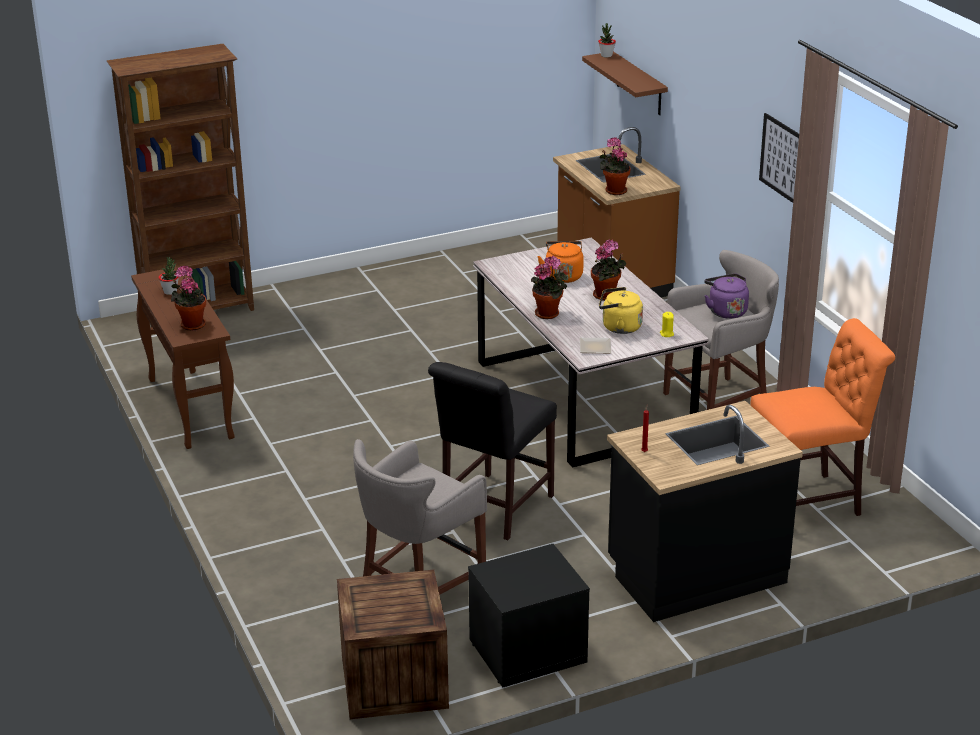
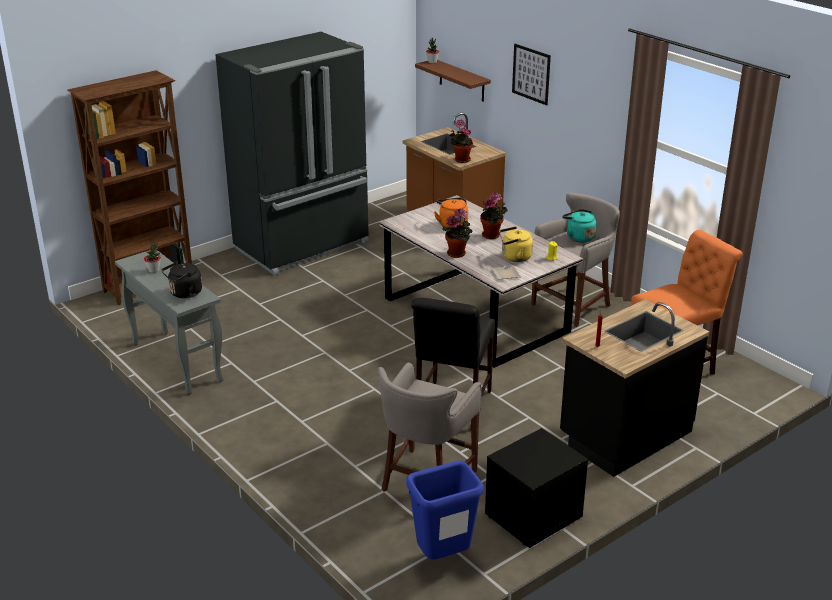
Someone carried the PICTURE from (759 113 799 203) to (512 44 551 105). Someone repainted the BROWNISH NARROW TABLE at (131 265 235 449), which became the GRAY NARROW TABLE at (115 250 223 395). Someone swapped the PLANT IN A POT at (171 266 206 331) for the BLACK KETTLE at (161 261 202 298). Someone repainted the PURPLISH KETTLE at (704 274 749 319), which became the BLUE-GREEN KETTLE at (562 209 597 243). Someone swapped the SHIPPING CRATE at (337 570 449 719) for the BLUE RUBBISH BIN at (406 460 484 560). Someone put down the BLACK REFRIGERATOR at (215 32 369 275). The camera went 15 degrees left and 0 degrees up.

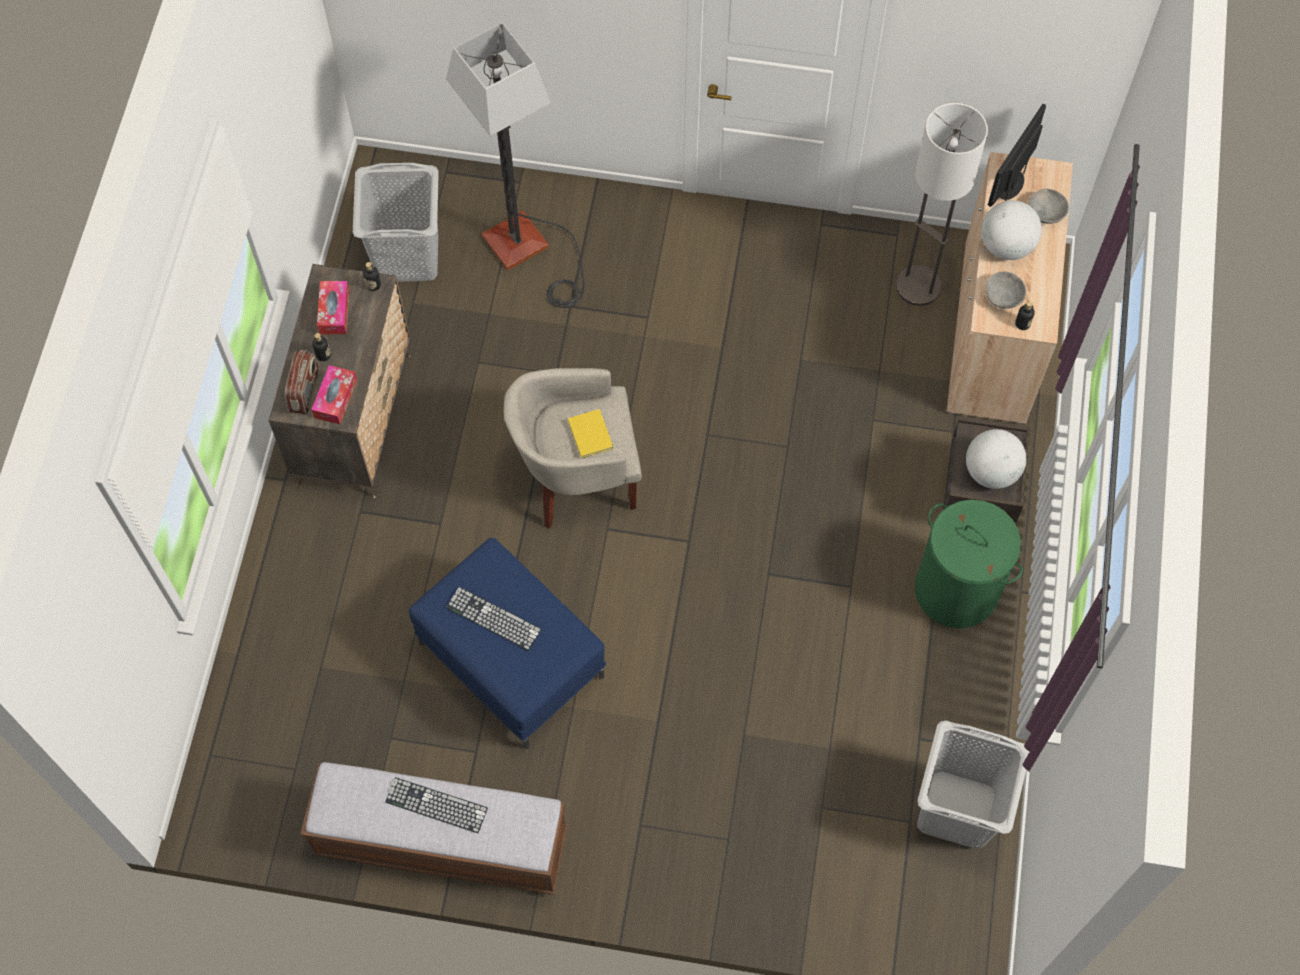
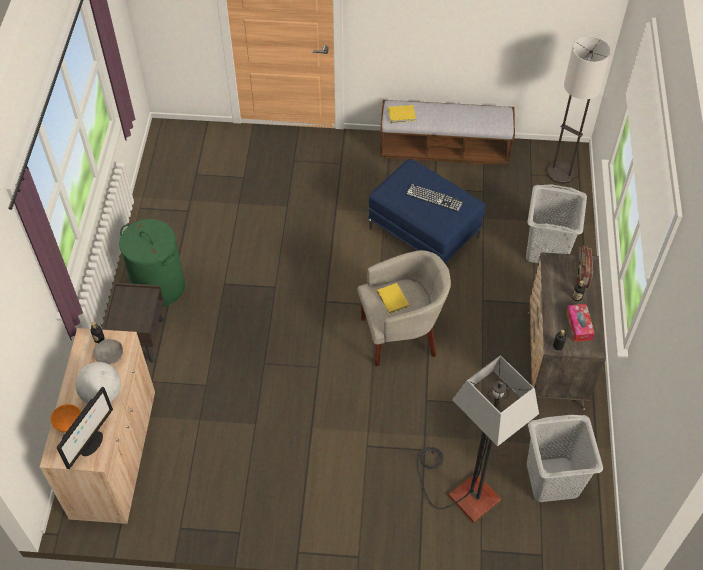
Someone carried the STANDARD LAMP from (896 103 988 306) to (547 36 611 184). Someone repainted the GRAY SERVING BOWL at (1028 189 1069 224), which became the ORANGE SERVING BOWL at (51 404 81 432). Someone took away the BOX OF TISSUES at (311 365 357 424). Someone took away the GLOBE at (966 429 1026 489). Someone carried the GRAY HAMPER from (917 721 1029 849) to (526 184 587 263). Someone took away the COMPUTER KEYBOARD at (385 777 488 833). Someone put down the YELLOW-COLOURED VOLUME at (388 105 416 123). The camera went 175 degrees right and 10 degrees down.

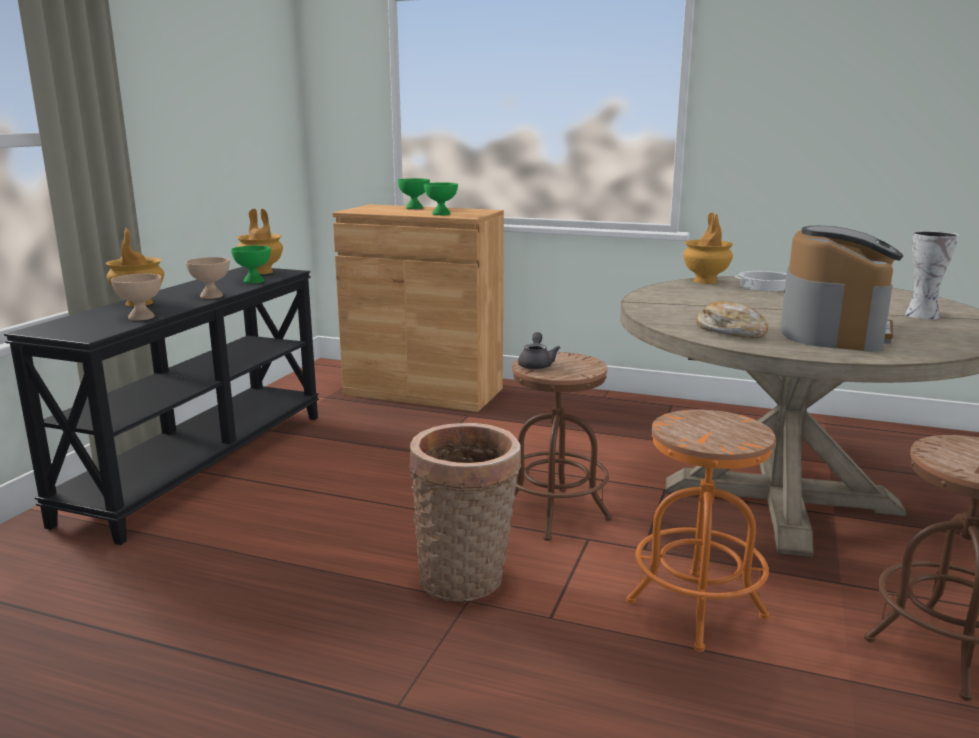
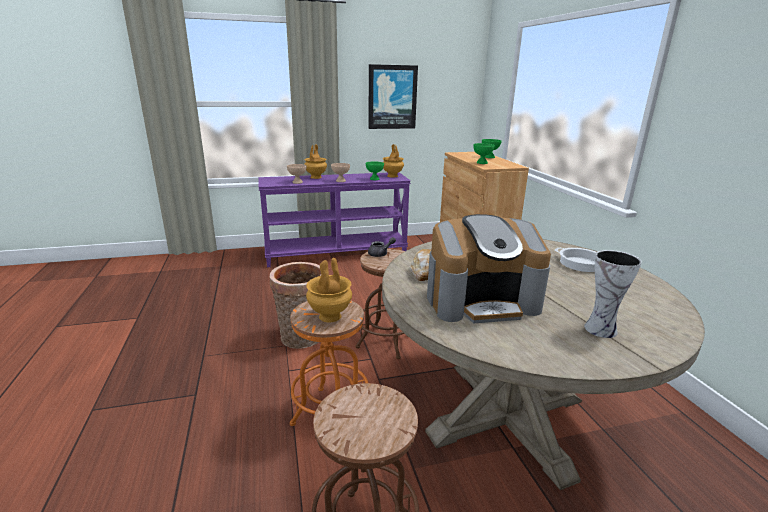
Someone carried the BROWNISH VASE from (683 212 733 284) to (306 258 352 322). Someone repainted the BLACK NARROW TABLE at (4 267 319 545), which became the PURPLISH NARROW TABLE at (258 172 411 267). Someone put up the PICTURE at (368 64 418 129). The camera went 55 degrees right and 5 degrees up.

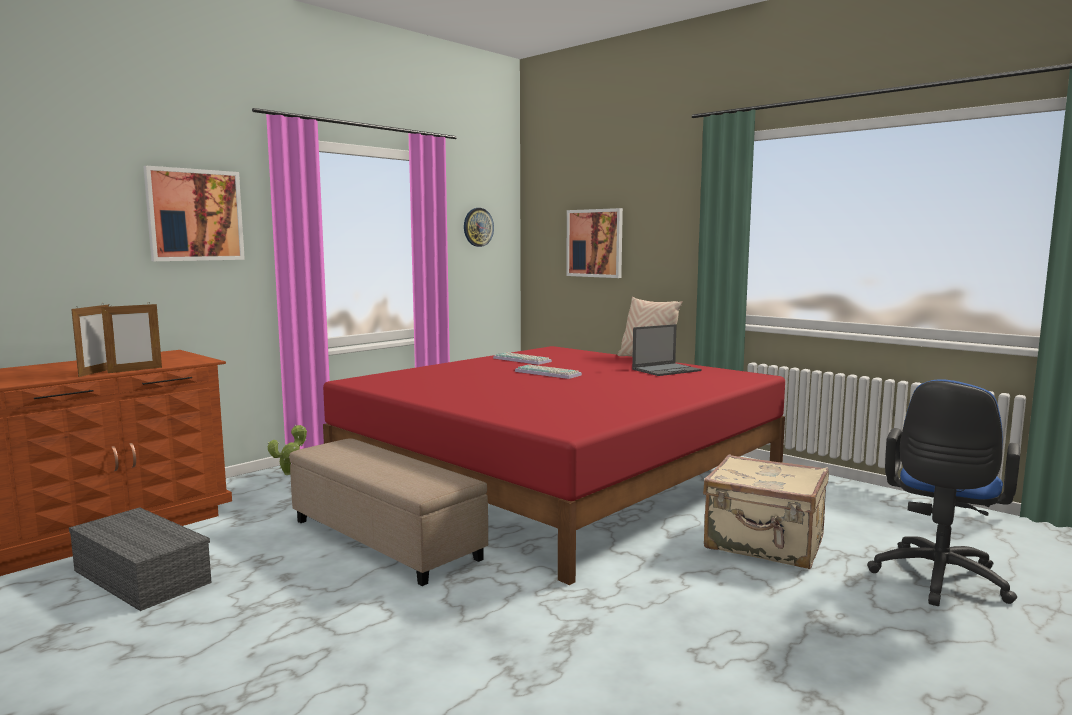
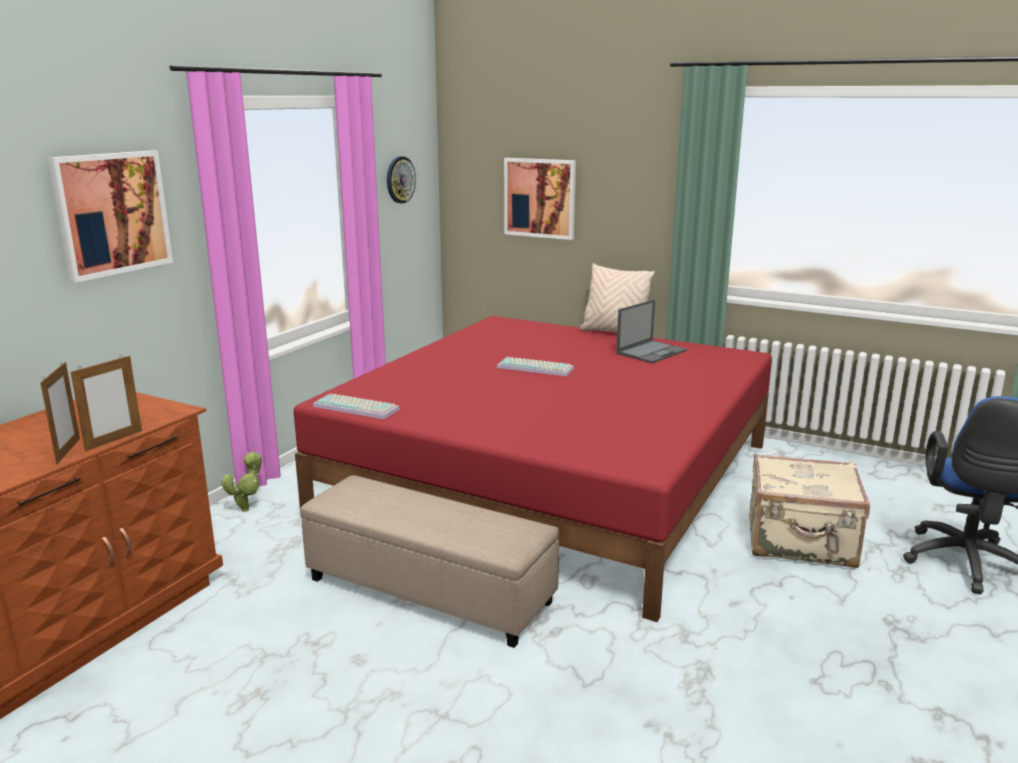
Someone carried the COMPUTER KEYBOARD from (493 352 552 365) to (313 393 400 419). Someone took away the GRAY STORAGE CONTAINER at (69 507 212 611). The camera went 15 degrees left and 10 degrees up.

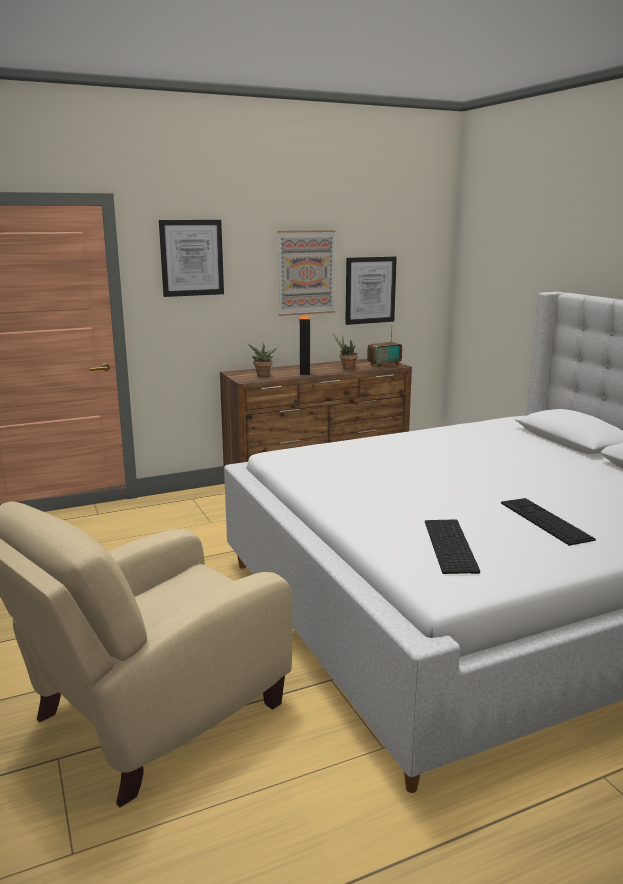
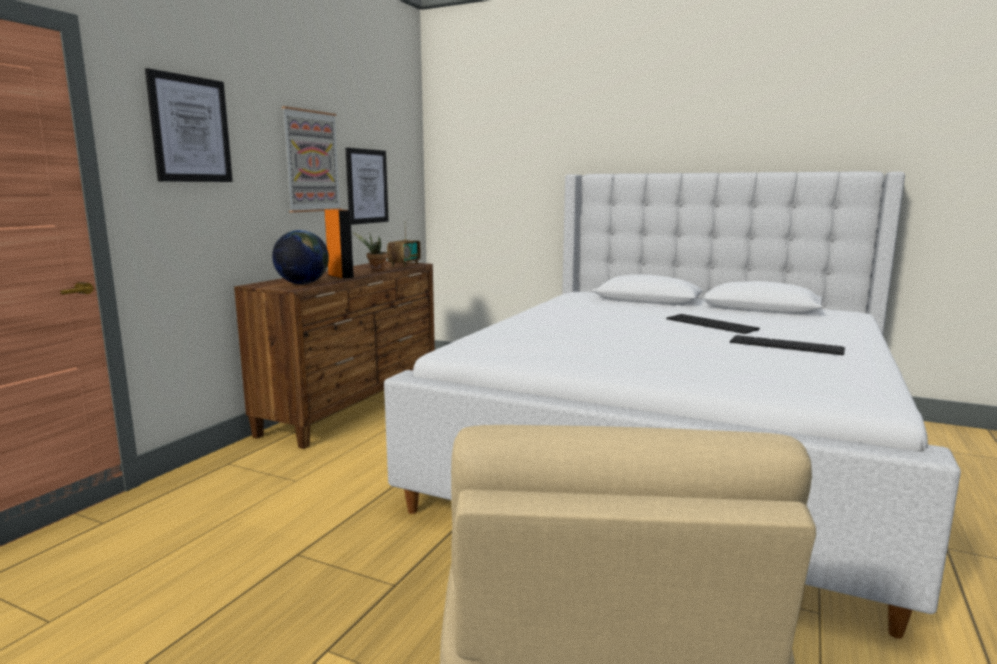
Someone swapped the PLANT IN A POT at (249 343 277 377) for the GLOBE at (272 230 329 284). Someone carried the COMPUTER KEYBOARD from (425 519 480 574) to (666 314 760 334). The camera went 40 degrees left and 5 degrees down.

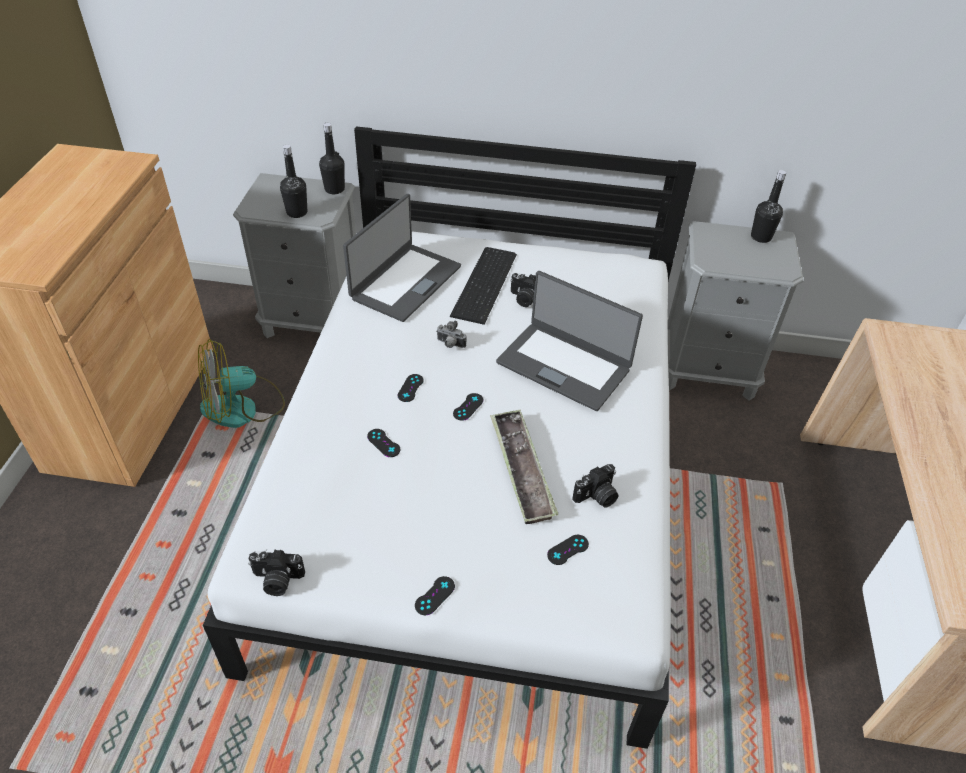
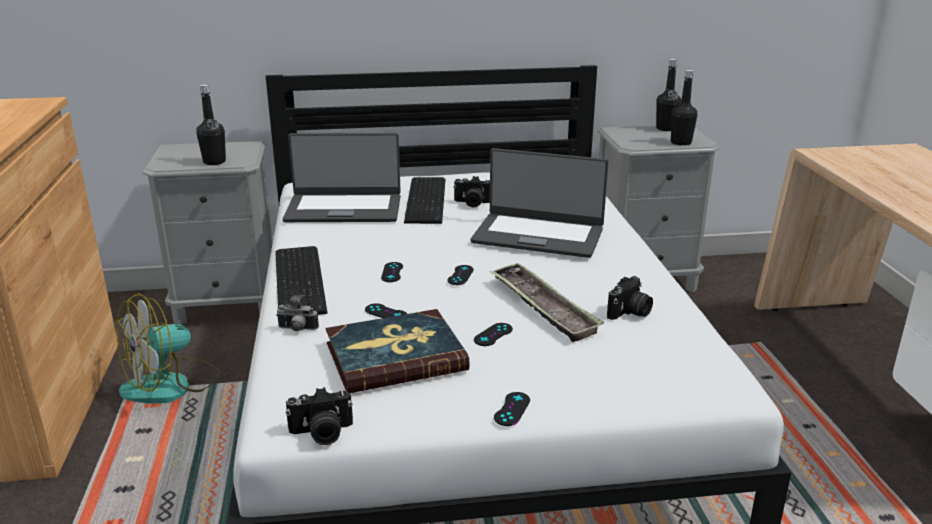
Someone carried the BLACK DRINK BOTTLE from (319 123 345 194) to (671 70 697 146). Someone rotated the LAPTOP at (343 194 461 322) by 75 degrees clockwise. Someone carried the STILL CAMERA from (436 320 466 348) to (276 295 319 331). Someone carried the BLACK GAME CONTROLLER from (547 534 589 565) to (474 323 513 346). Someone put down the COMPUTER KEYBOARD at (275 246 327 315). Someone put down the VOLUME at (326 309 470 393). The camera went 15 degrees left and 20 degrees down.

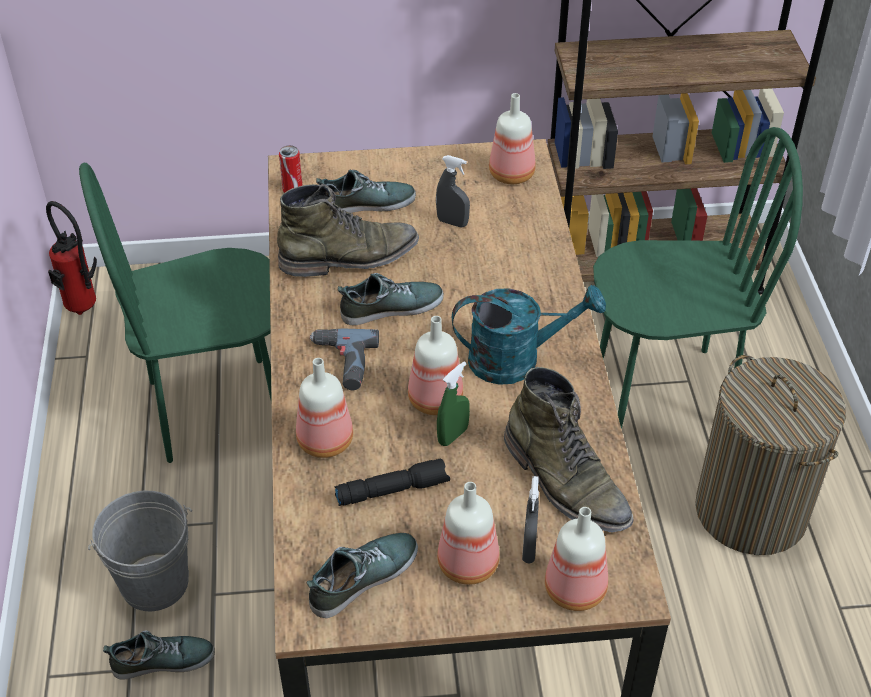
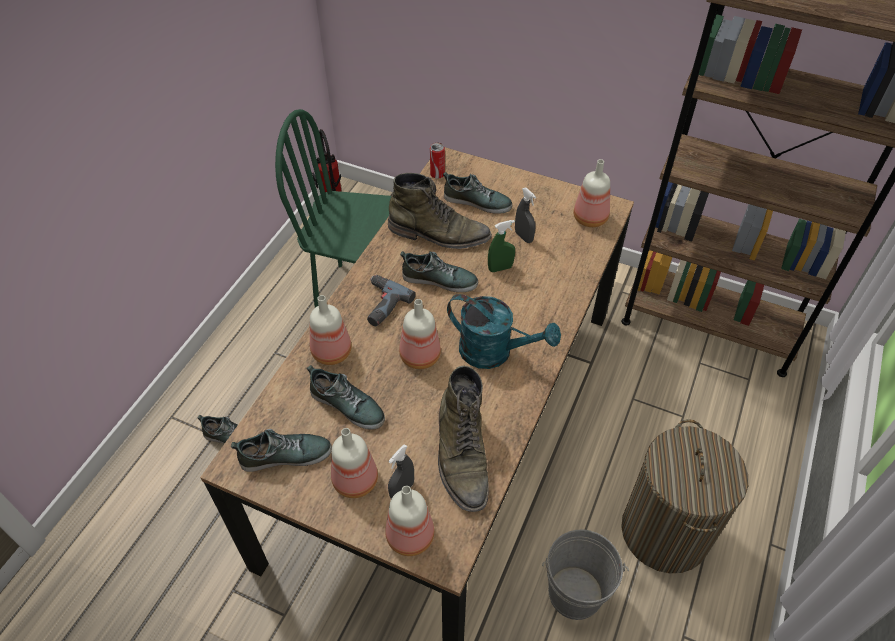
Someone took away the GREENISH UPRIGHT CHAIR at (593 127 803 429). Someone carried the GREENISH SPRAYER from (437 361 470 446) to (488 220 515 272). Someone swapped the BLACK HAND TORCH at (334 459 450 506) for the SHOE at (307 365 385 430). Someone carried the GRAY PAIL from (88 491 192 611) to (542 530 629 620). The camera went 30 degrees right and 5 degrees up.

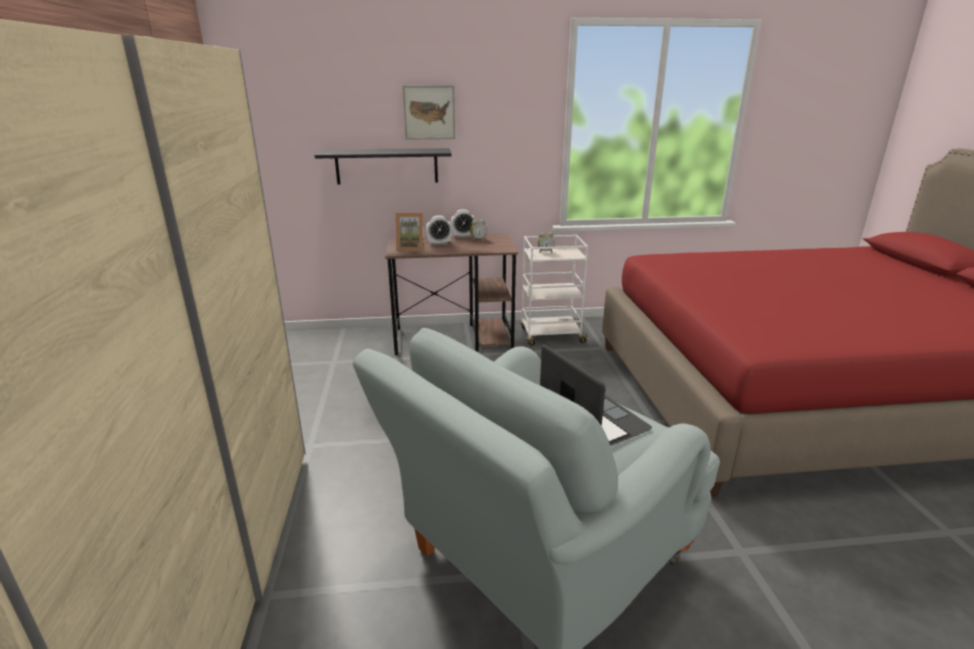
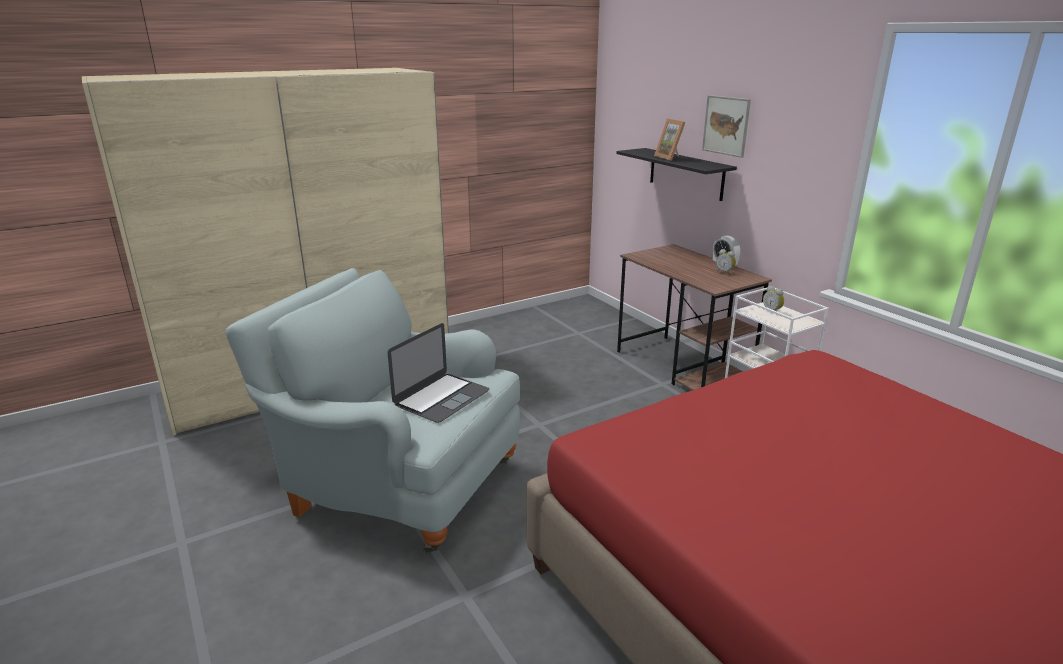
Someone carried the PICTURE FRAME from (396 213 423 251) to (654 119 685 161). Someone took away the BEDSIDE CLOCK at (426 216 452 245). The camera went 65 degrees right and 0 degrees up.

